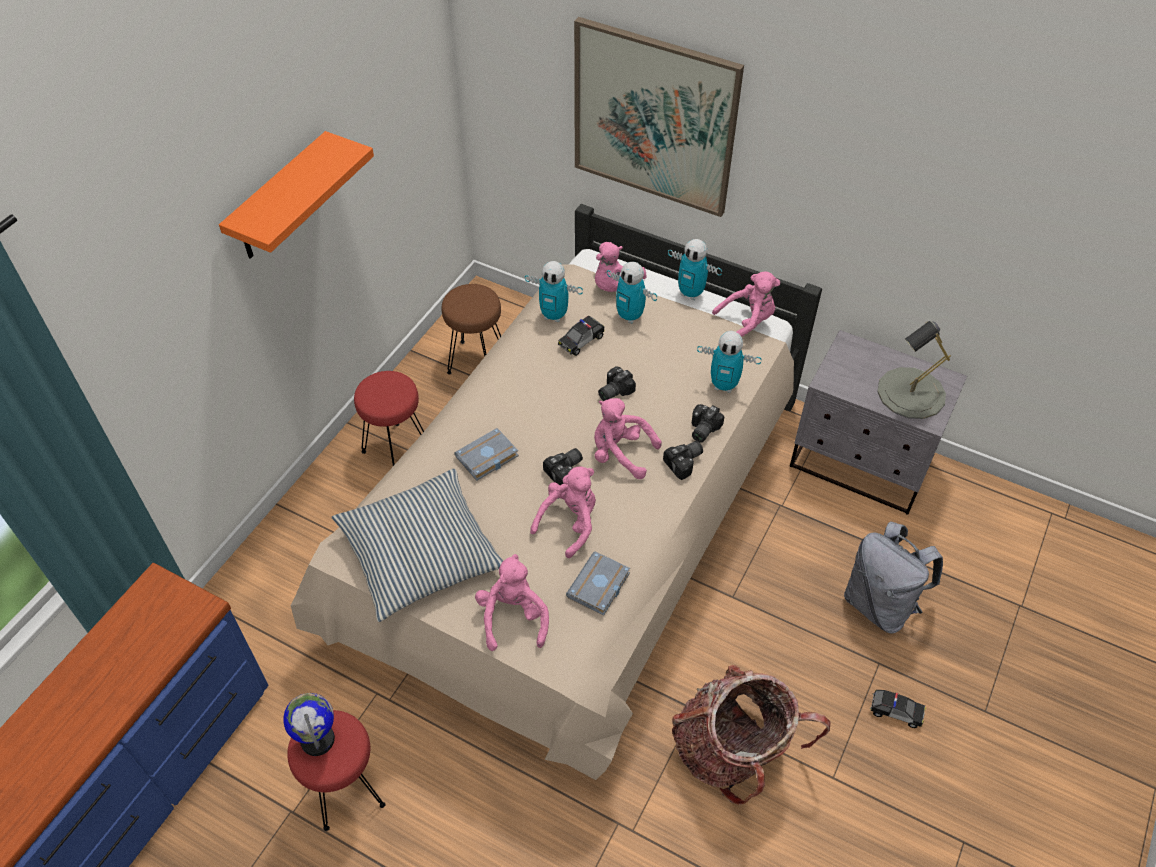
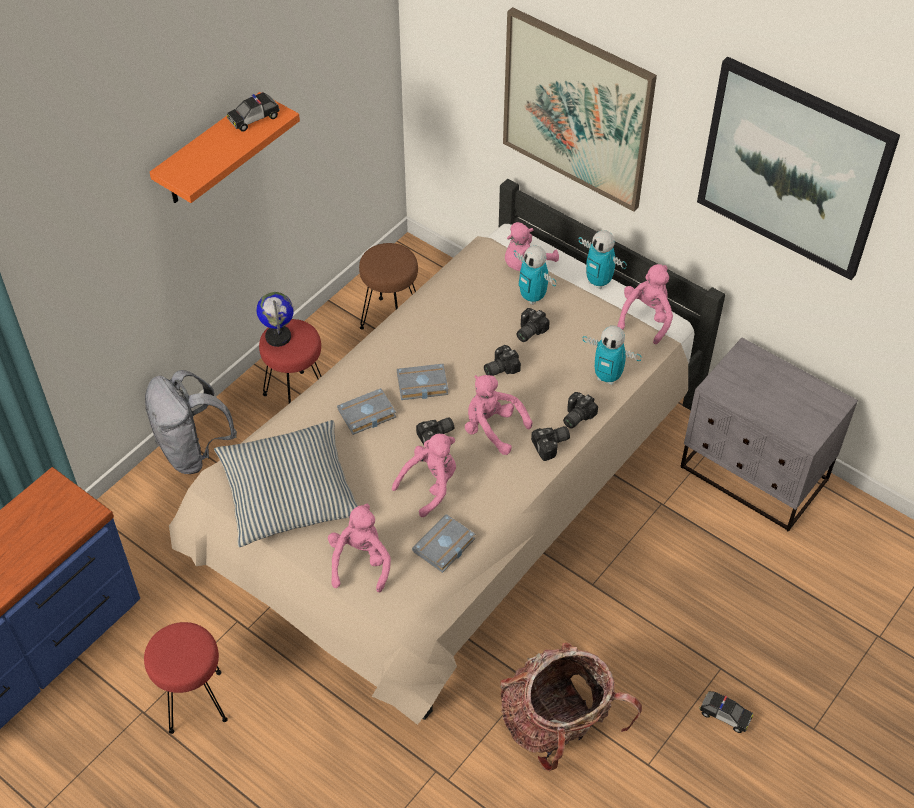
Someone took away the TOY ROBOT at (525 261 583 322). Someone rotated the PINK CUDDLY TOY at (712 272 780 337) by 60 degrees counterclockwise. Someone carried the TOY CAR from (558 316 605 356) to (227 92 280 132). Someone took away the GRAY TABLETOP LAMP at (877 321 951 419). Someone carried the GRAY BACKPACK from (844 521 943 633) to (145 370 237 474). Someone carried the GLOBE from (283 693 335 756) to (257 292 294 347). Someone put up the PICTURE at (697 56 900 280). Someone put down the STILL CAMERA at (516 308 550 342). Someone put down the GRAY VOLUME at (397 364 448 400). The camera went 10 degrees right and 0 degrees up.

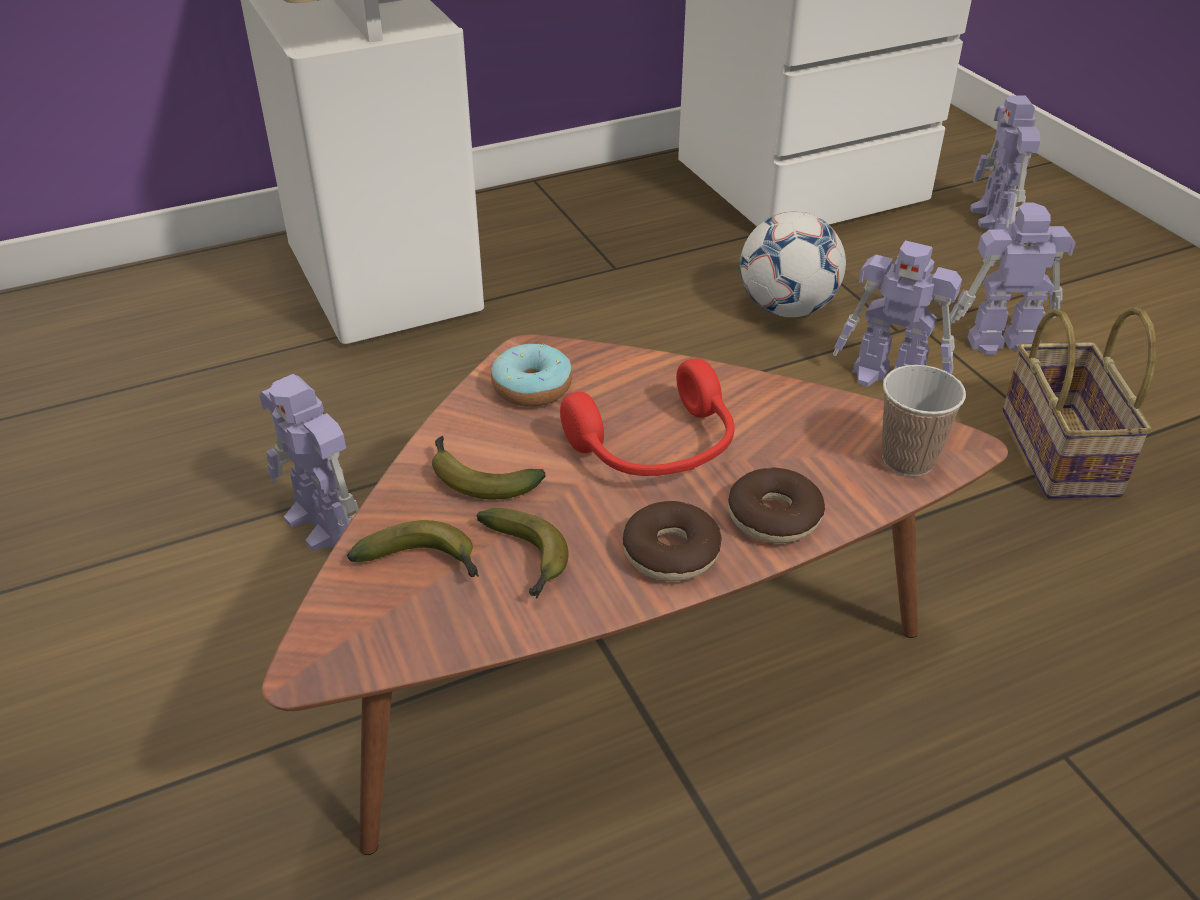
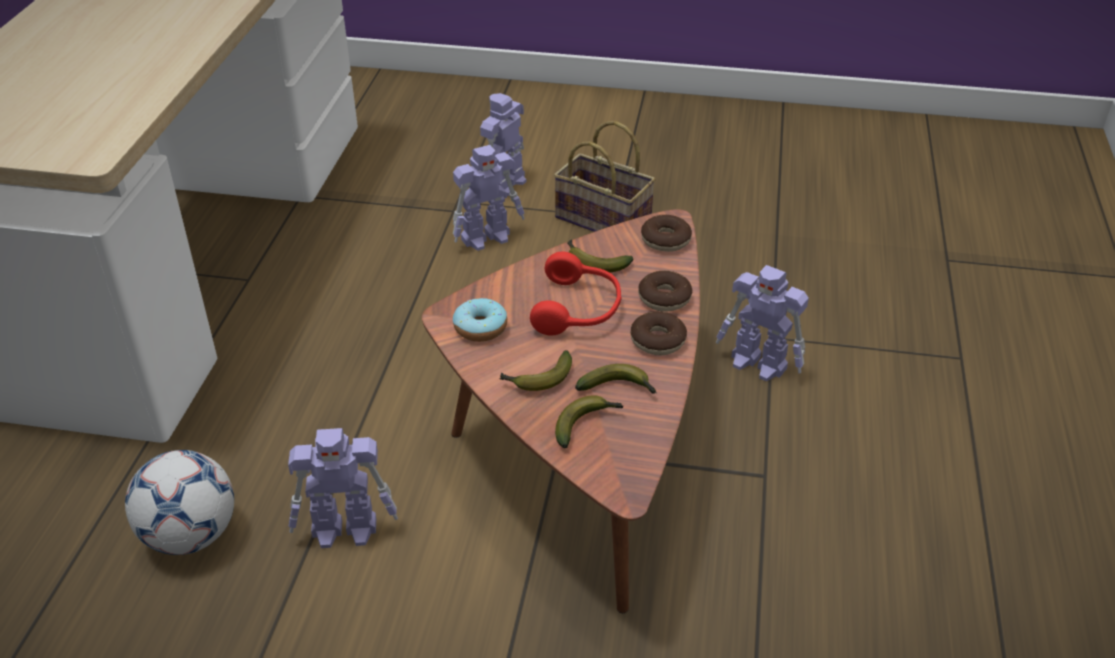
Someone carried the TOY ROBOT from (970 96 1040 232) to (716 265 809 382). Someone carried the BALL FOR FOOTBALL from (740 211 846 317) to (125 450 234 555). Someone swapped the DRINKING CUP at (881 365 966 476) for the DONUT at (641 215 692 252). Someone put down the BANANA at (568 239 633 272). The camera went 55 degrees left and 0 degrees up.

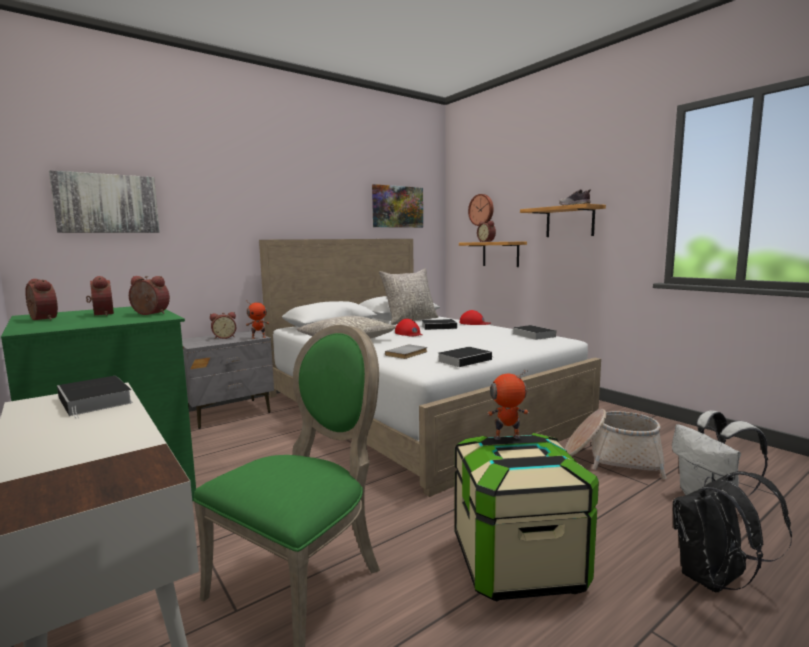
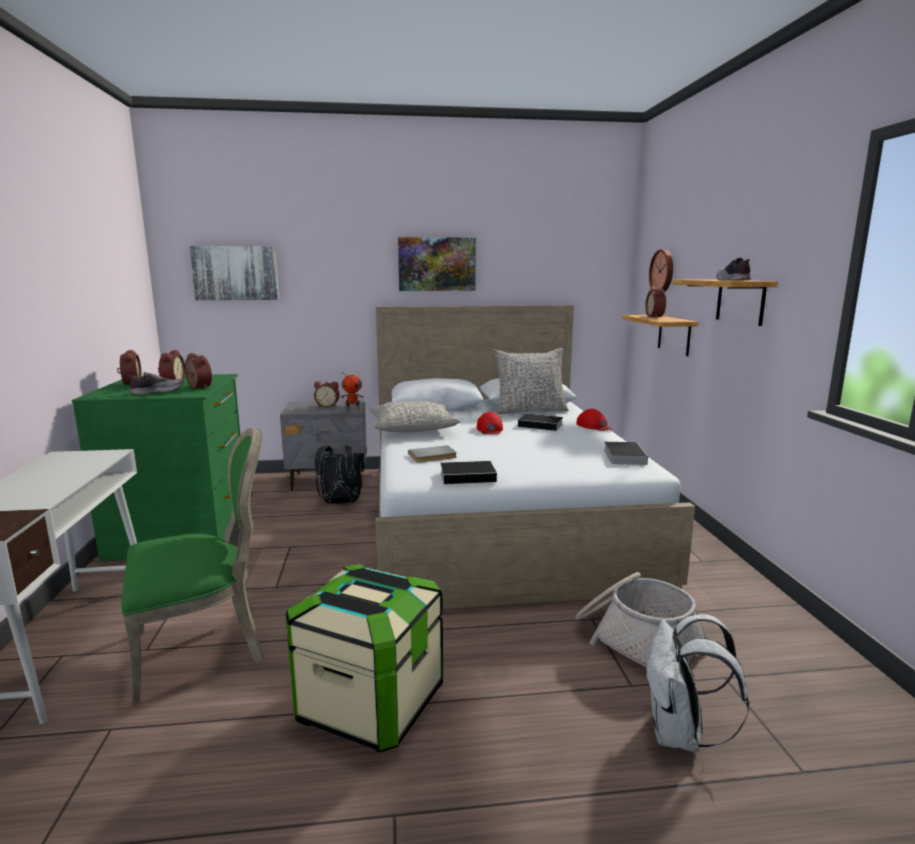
Someone carried the PICTURE from (372 184 423 228) to (398 237 476 291). Someone took away the TOY ROBOT at (487 370 529 440). Someone took away the VOLUME at (57 376 133 419). Someone carried the BLACK BACKPACK from (673 471 792 592) to (314 445 365 504). Someone put down the SHOE at (127 372 183 395). The camera went 30 degrees right and 5 degrees up.

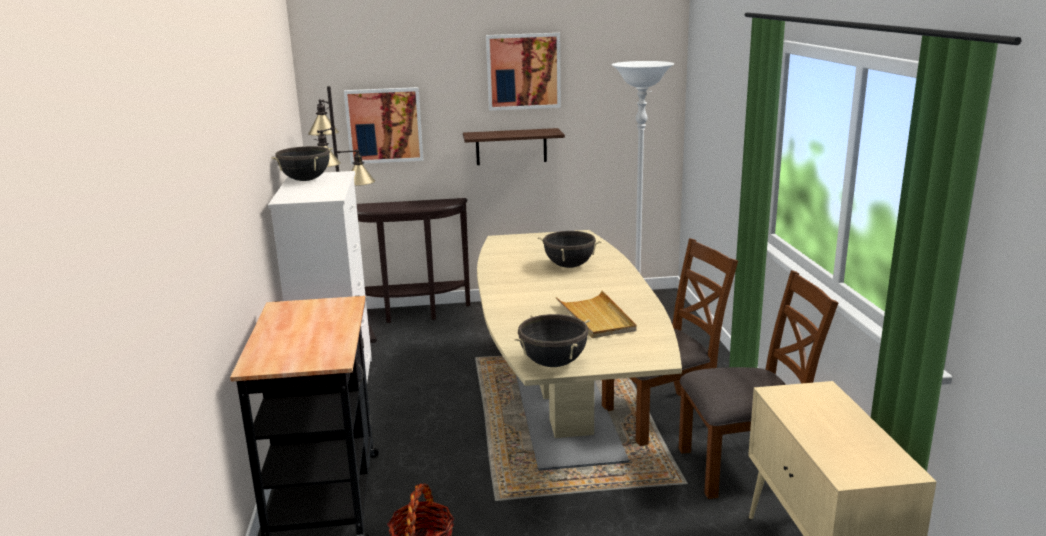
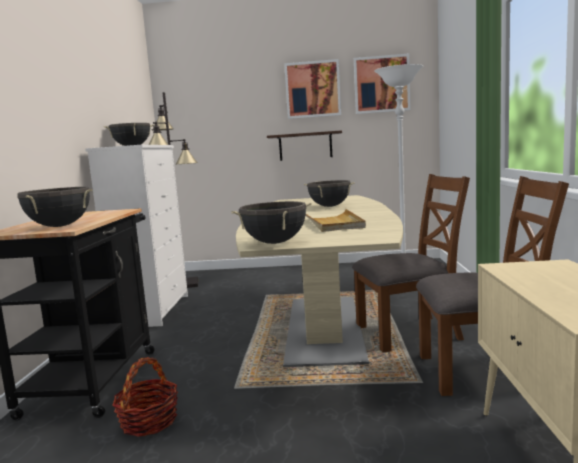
Someone carried the PICTURE from (344 87 423 164) to (354 54 411 114). Someone took away the BROWNISH NARROW TABLE at (357 198 470 323). Someone put down the BLACK SAUCEPOT at (17 187 92 227). The camera went 10 degrees right and 10 degrees down.

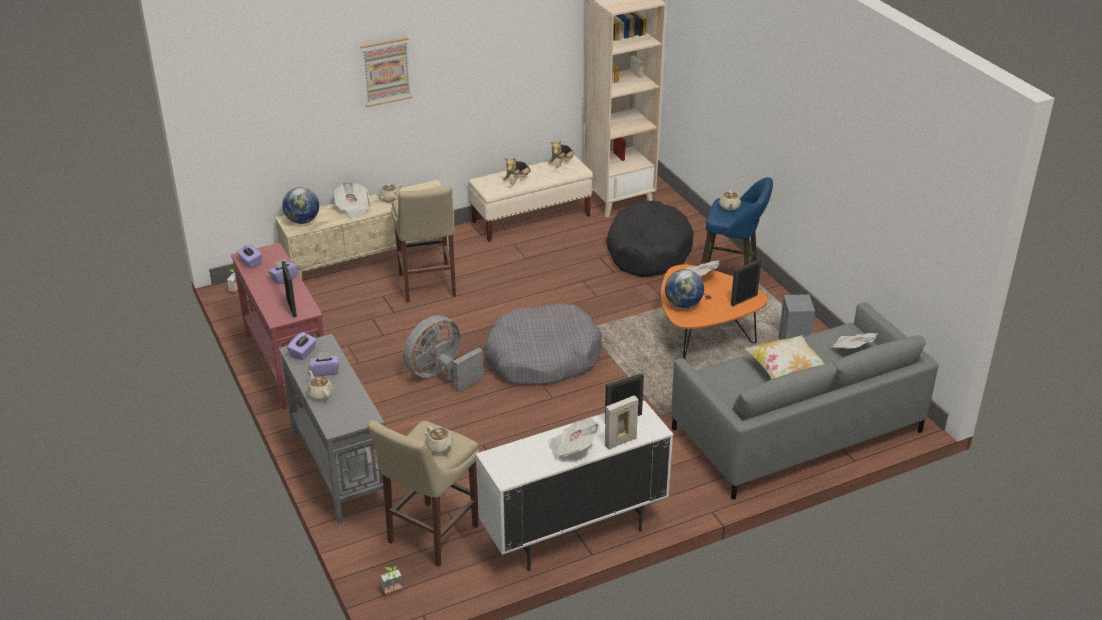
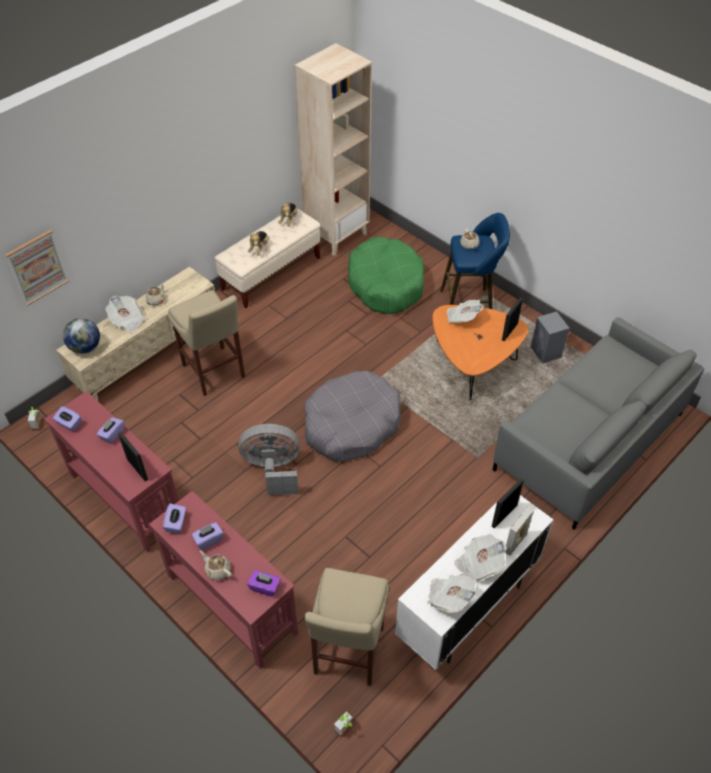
Someone carried the PICTURE from (360 37 412 107) to (5 230 69 306). Someone repainted the BLACK PET BED at (606 201 694 277), which became the GREENISH PET BED at (348 237 424 314). Someone took away the GLOBE at (665 269 704 309). Someone rotated the GRAY FAN at (403 315 484 392) by 60 degrees clockwise. Someone carried the PRINTED PAPER from (831 333 877 348) to (427 574 476 613). Someone repainted the GRAY NARROW TABLE at (279 334 385 525), which became the REDDISH NARROW TABLE at (149 491 298 669). Someone took away the PILLOW at (745 335 825 379). Someone took away the SAND-COLOURED POT FOR TEA at (425 426 453 454). Someone put down the PURPLISH BOX OF TISSUES at (247 571 280 597). The camera went 20 degrees left and 15 degrees up.

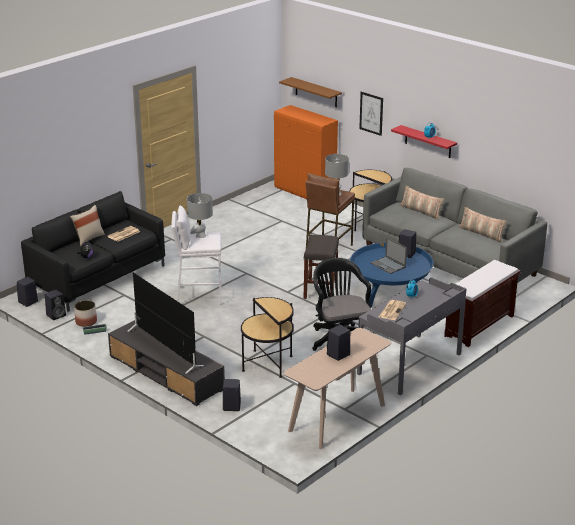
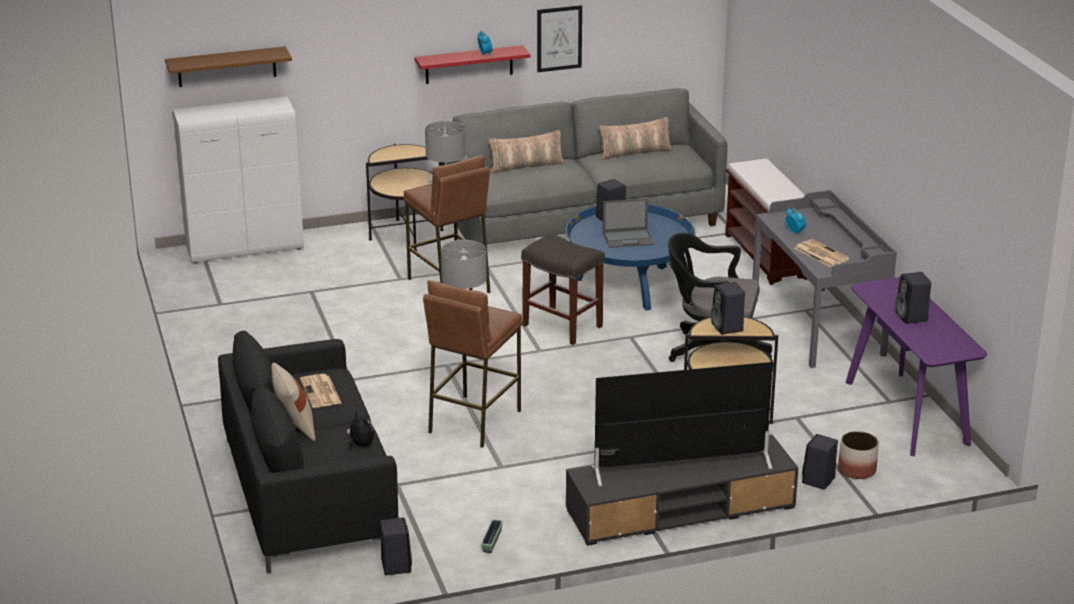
Someone carried the PICTURE from (359 92 383 136) to (537 5 582 72). Someone repainted the ORANGE CABINET at (274 105 338 199), which became the WHITE-COLOURED CABINET at (173 97 304 263). Someone repainted the WHITE-COLOURED STOOL SEAT at (171 205 222 305), which became the BROWNISH STOOL SEAT at (423 280 522 448). Someone carried the BLACK LOUDSPEAKER from (17 277 38 307) to (711 282 745 335). Someone carried the PLANT POT from (74 300 97 327) to (838 431 879 479). Someone repainted the SAND-COLOURED NARROW TABLE at (284 328 391 449), which became the PURPLISH NARROW TABLE at (845 277 987 456). The camera went 60 degrees left and 0 degrees up.

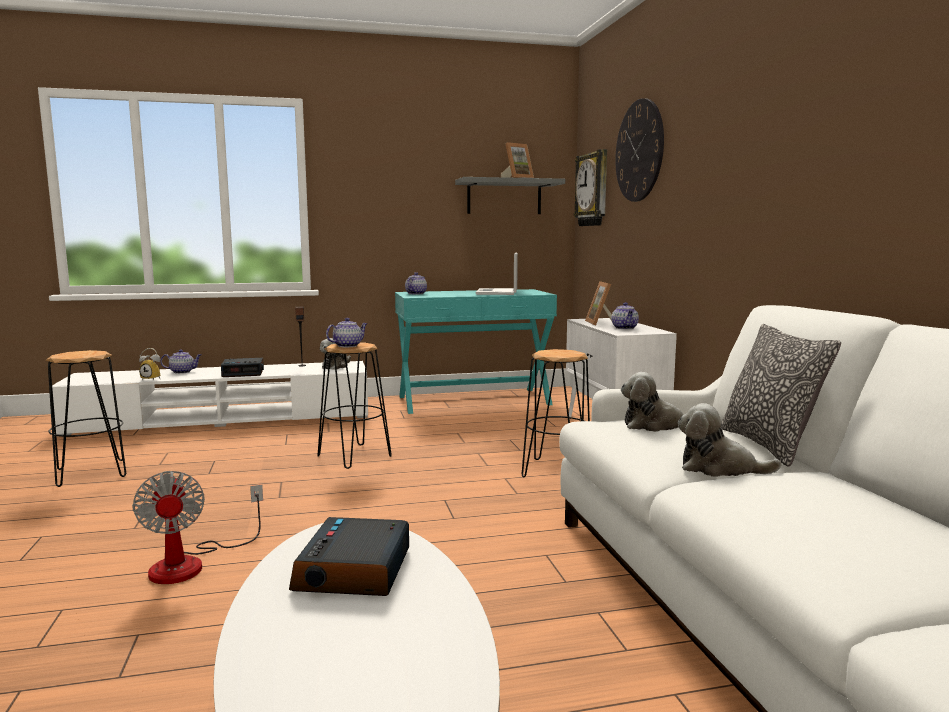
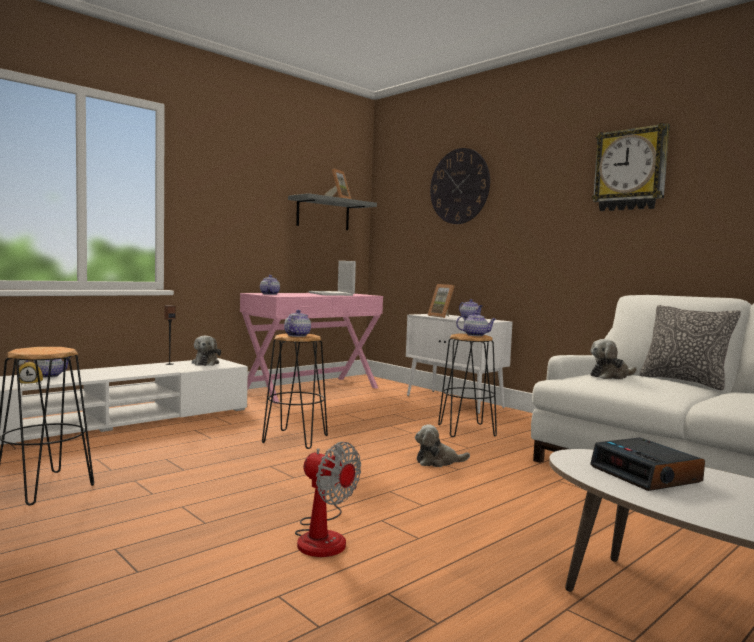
Someone carried the WALL CLOCK from (574 149 607 226) to (592 123 670 211). Someone repainted the BLUE-GREEN NARROW TABLE at (395 289 557 414), which became the PINK NARROW TABLE at (240 293 383 404). Someone took away the BEDSIDE CLOCK at (221 358 264 377). Someone carried the CUDDLY TOY from (678 403 782 477) to (415 424 470 467). Someone put down the POT FOR TEA at (456 312 496 336). The camera went 30 degrees left and 5 degrees down.

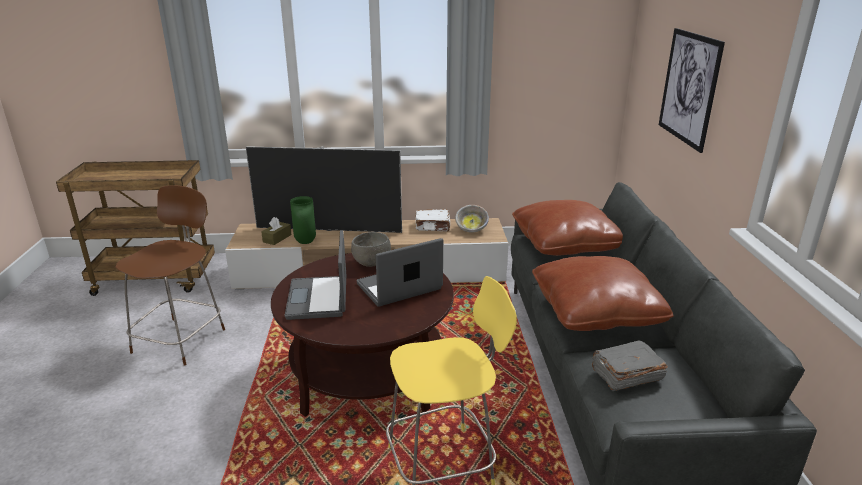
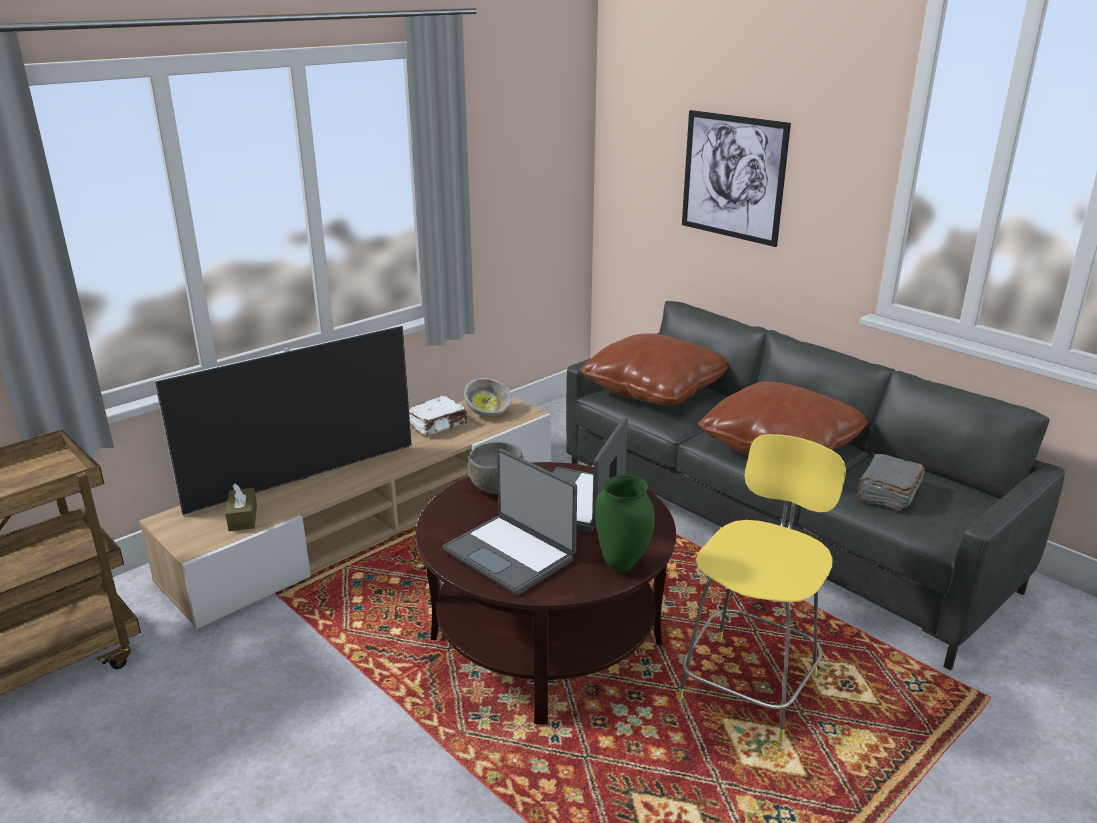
Someone took away the BROWNISH STOOL SEAT at (116 185 225 366). Someone carried the GREENISH VASE from (290 196 316 244) to (595 475 655 572). The camera went 40 degrees left and 0 degrees up.

